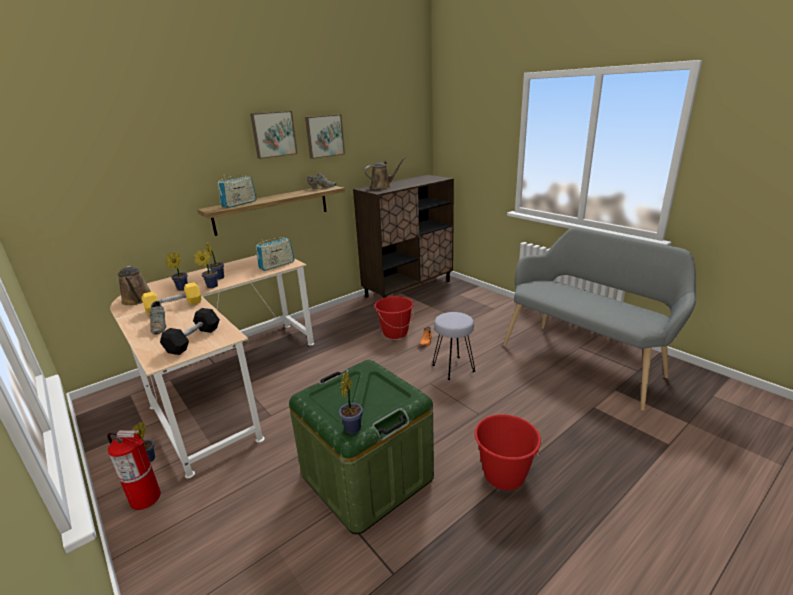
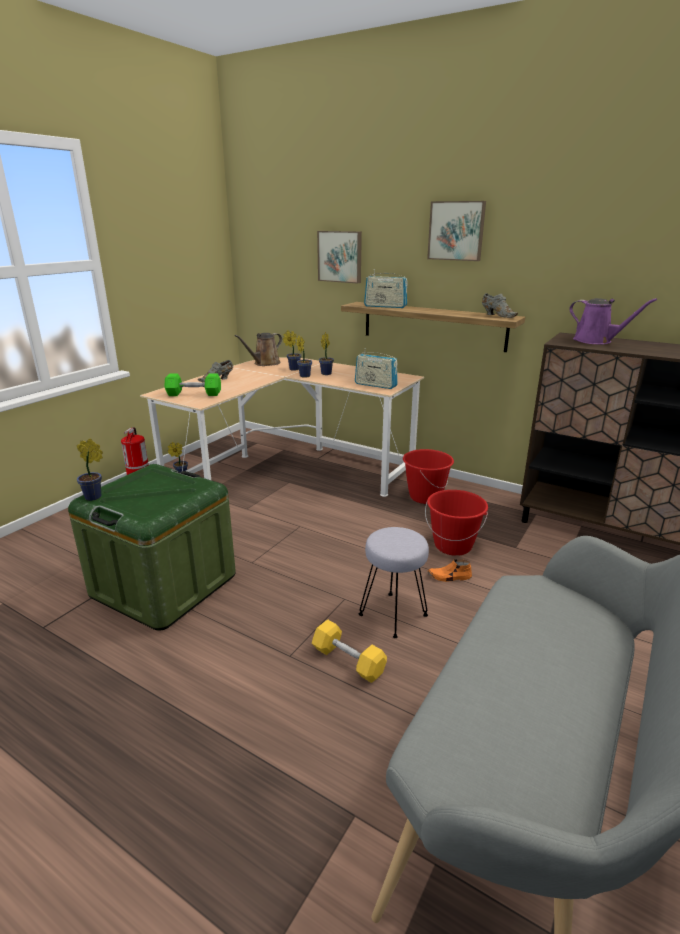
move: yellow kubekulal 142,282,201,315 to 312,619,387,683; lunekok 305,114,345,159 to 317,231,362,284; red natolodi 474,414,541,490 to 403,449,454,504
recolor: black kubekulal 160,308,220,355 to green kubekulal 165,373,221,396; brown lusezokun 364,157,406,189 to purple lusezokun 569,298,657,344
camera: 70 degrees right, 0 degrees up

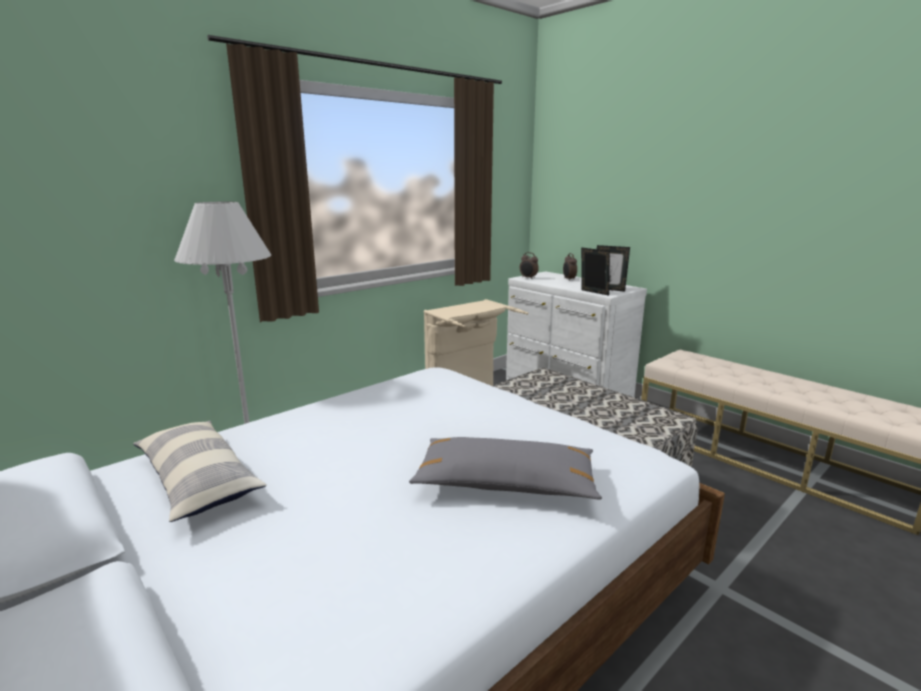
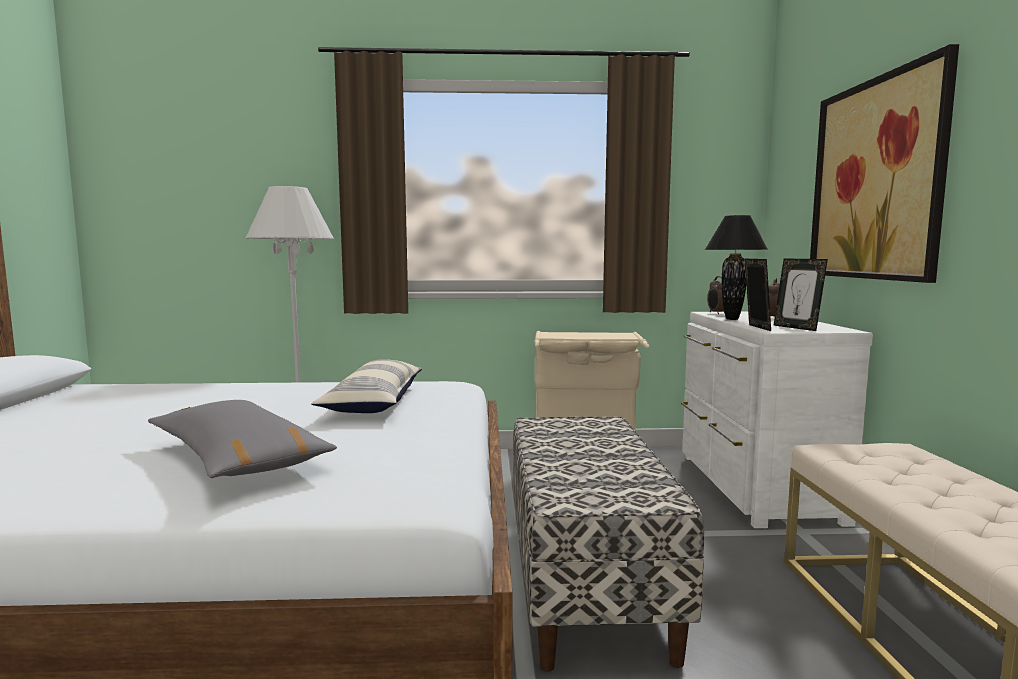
insert: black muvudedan 705,215,768,320; lunekok 810,44,959,283
move: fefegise 133,421,267,522 to 311,359,422,413
camera: 40 degrees right, 10 degrees down

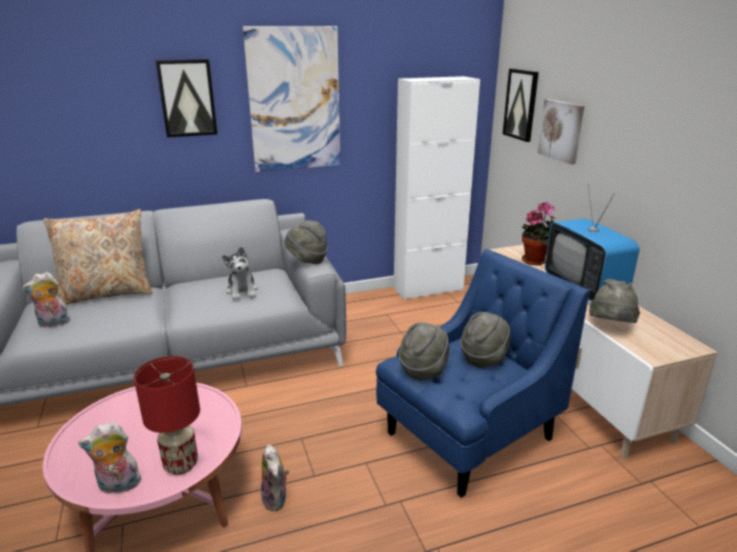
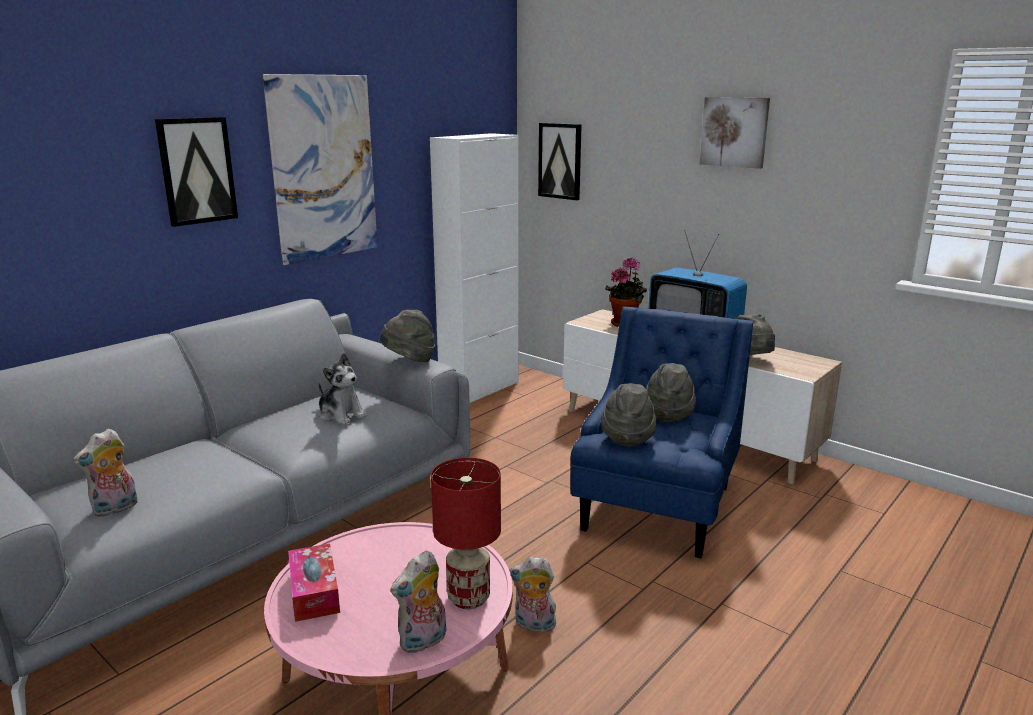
delete: beige fefegise 43,209,153,305
insert: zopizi 288,544,340,622
move: lunekok 538,99,584,165 to 700,97,770,169
rotate: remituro 261,444,289,511 = 509,557,556,633 150 degrees clockwise
camera: 30 degrees left, 5 degrees down

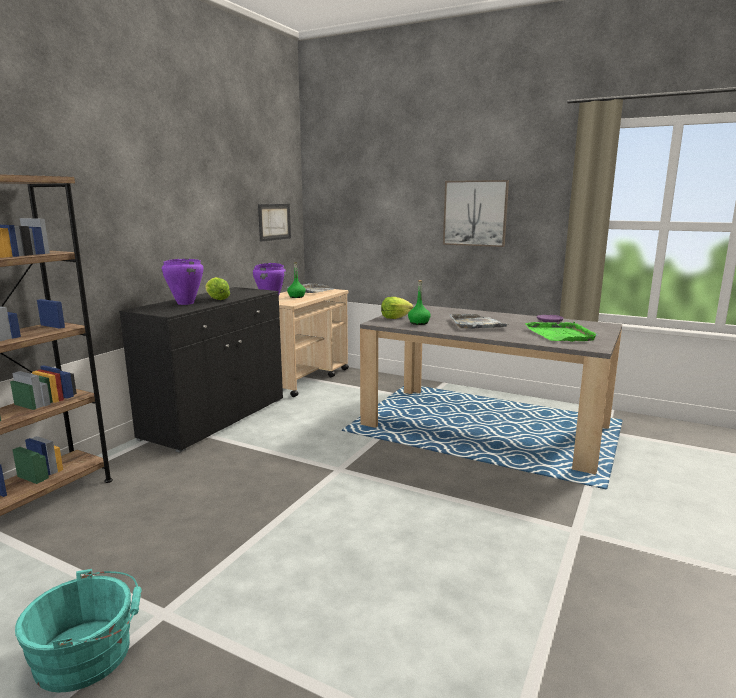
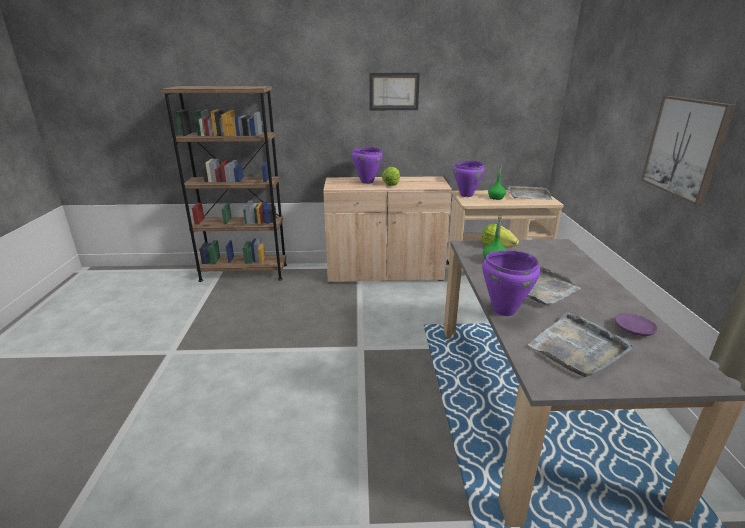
delete: turquoise natolodi 15,569,141,692
insert: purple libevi 482,251,540,316
move: lunekok 258,204,291,242 to 369,73,420,110
recolor: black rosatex 119,287,283,453 to beige rosatex 323,176,452,283; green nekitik 525,322,598,342 to grey nekitik 528,312,633,377
camera: 60 degrees right, 10 degrees up

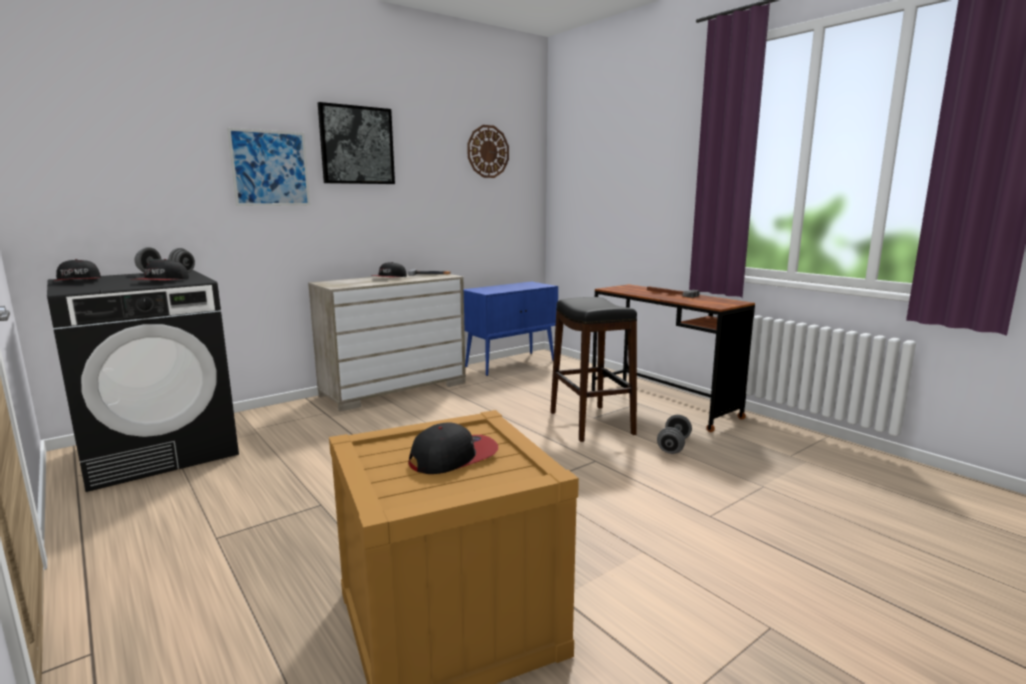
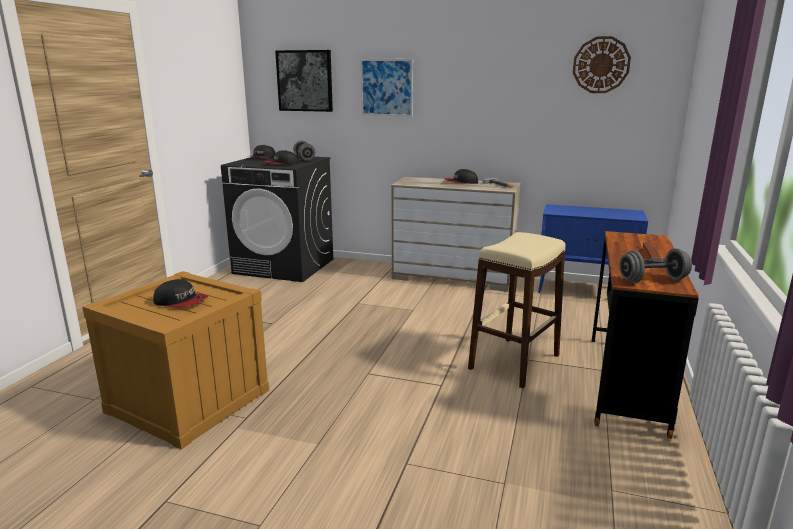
move: lunekok 318,102,395,184 to 275,50,333,112; grey kubekulal 657,415,692,454 to 619,248,692,283
recolor: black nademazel 550,297,637,442 to beige nademazel 468,232,566,388
camera: 55 degrees right, 5 degrees up

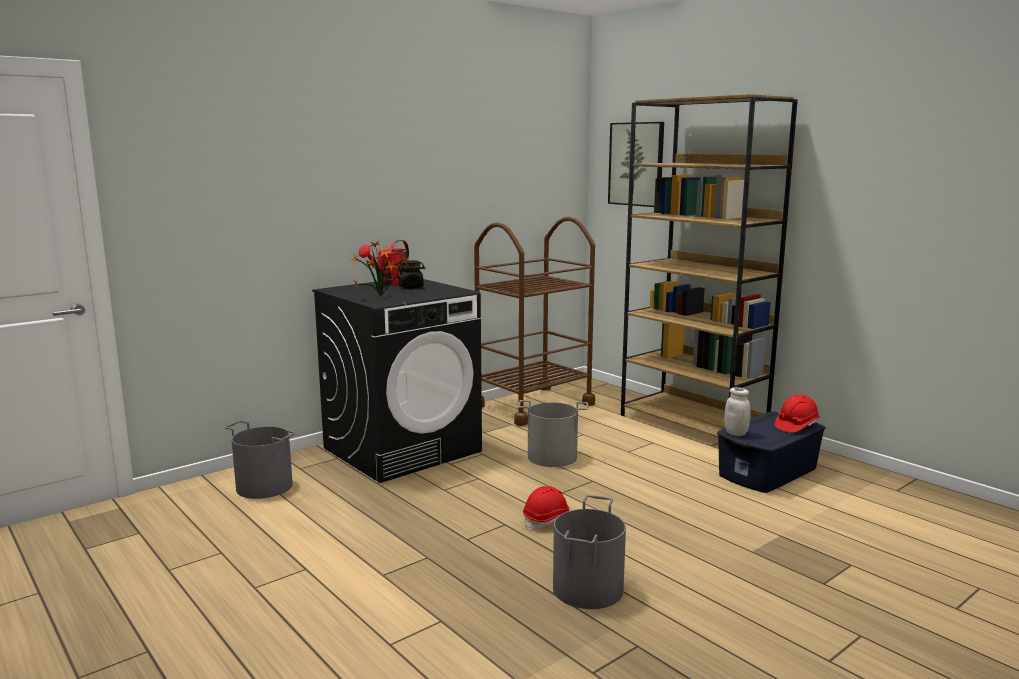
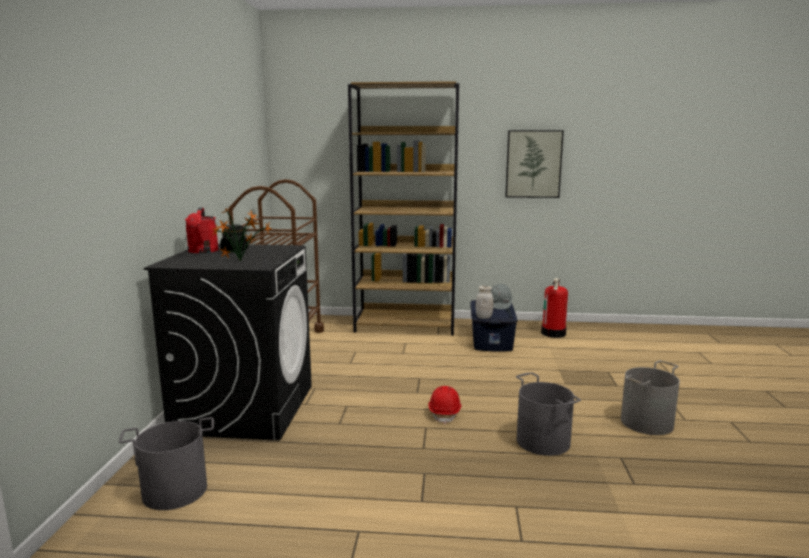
insert: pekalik 541,278,568,338
move: grey natolodi 518,400,589,467 to 621,360,680,435; lunekok 608,122,664,207 to 505,130,564,198
recolor: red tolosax 775,394,820,433 to grey tolosax 491,284,513,309
camera: 45 degrees left, 0 degrees up

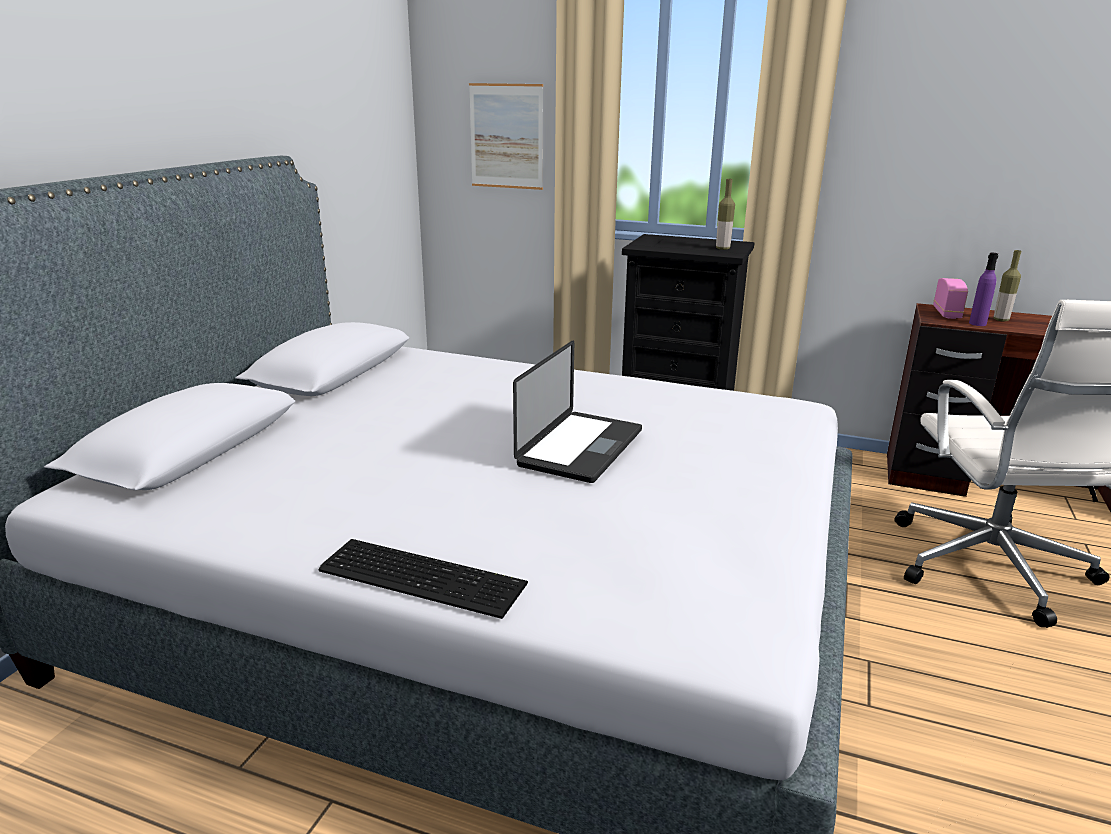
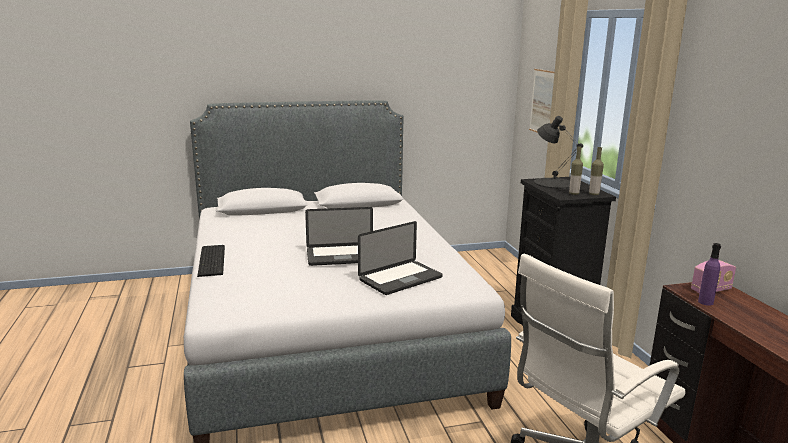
insert: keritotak 358,221,443,295; black muvudedan 534,116,583,189
move: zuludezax 994,250,1021,322 to 589,147,604,195
camera: 55 degrees right, 5 degrees down

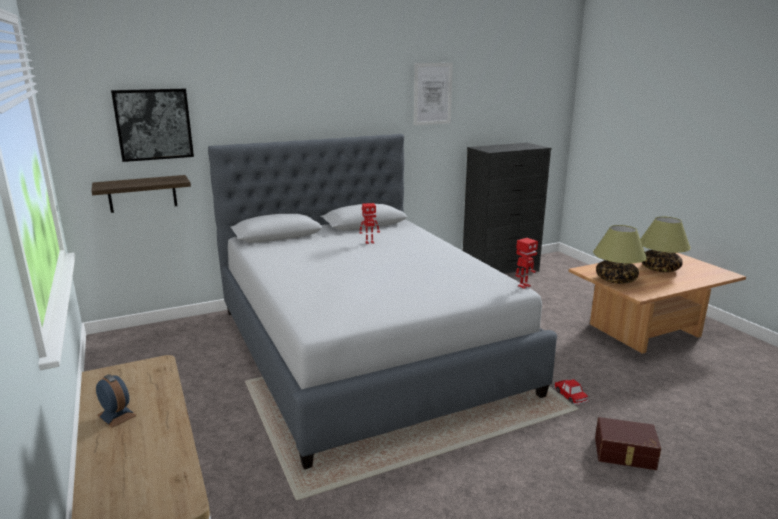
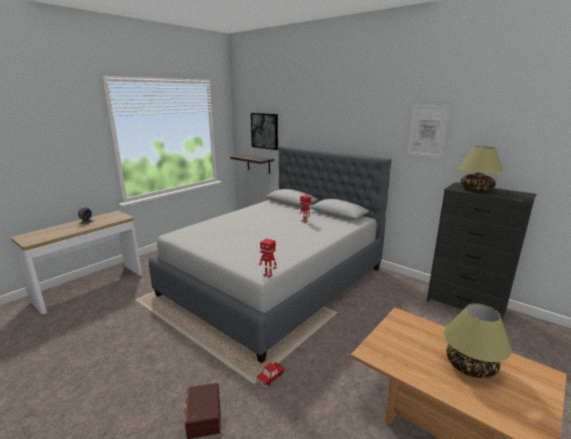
move: muvudedan 593,225,647,284 to 459,146,503,191
camera: 65 degrees right, 0 degrees up

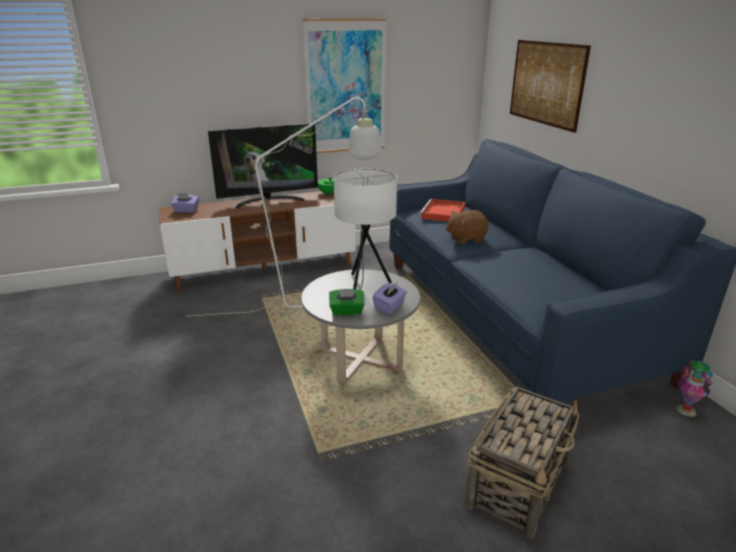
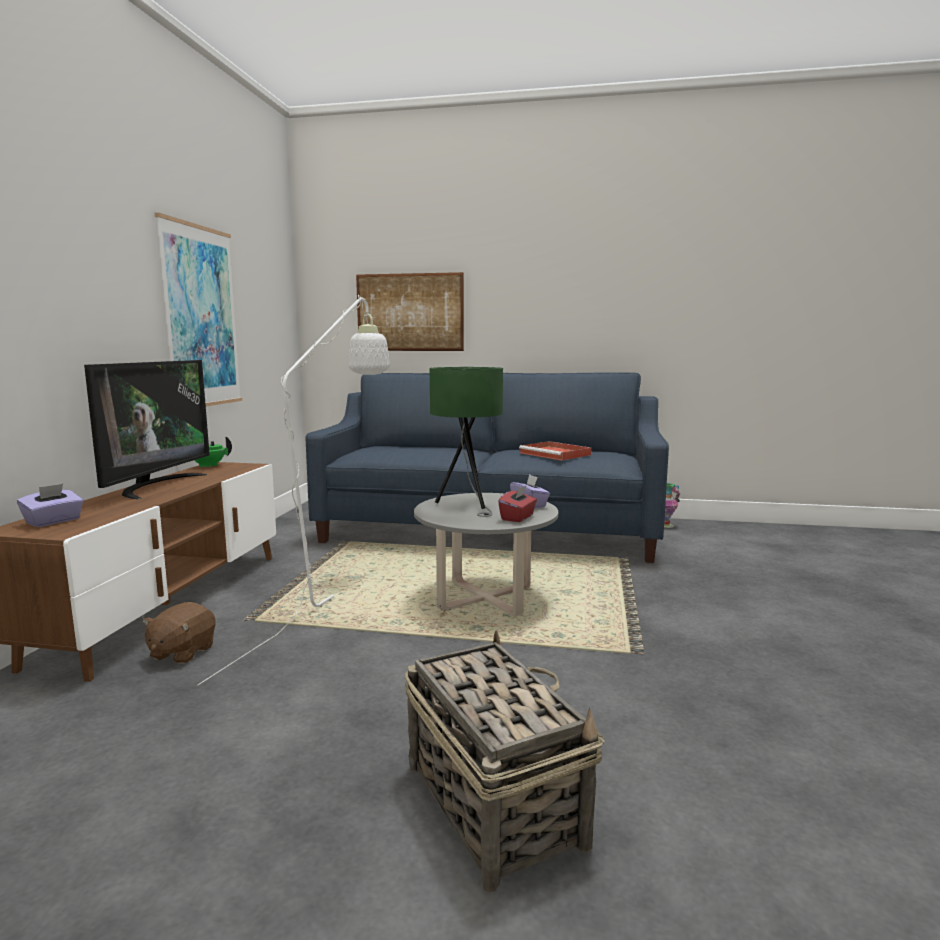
move: red nekitik 419,199,465,222 to 519,441,591,461; brown remituro 445,210,489,244 to 142,602,216,664; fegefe 465,386,580,539 to 405,630,605,893
recolor: green zopizi 329,289,365,316 to red zopizi 498,486,537,522; white muvudedan 334,168,397,290 to green muvudedan 430,367,503,517
camera: 60 degrees left, 15 degrees down

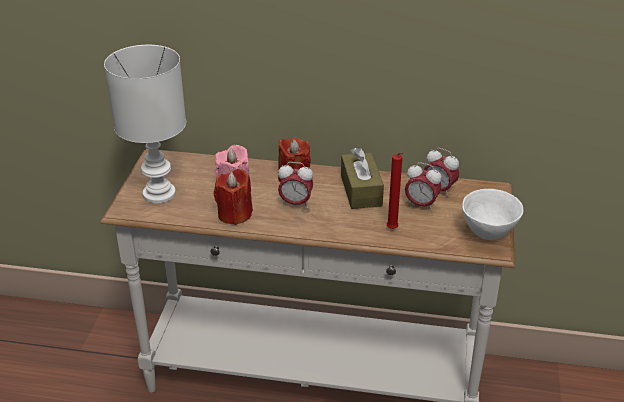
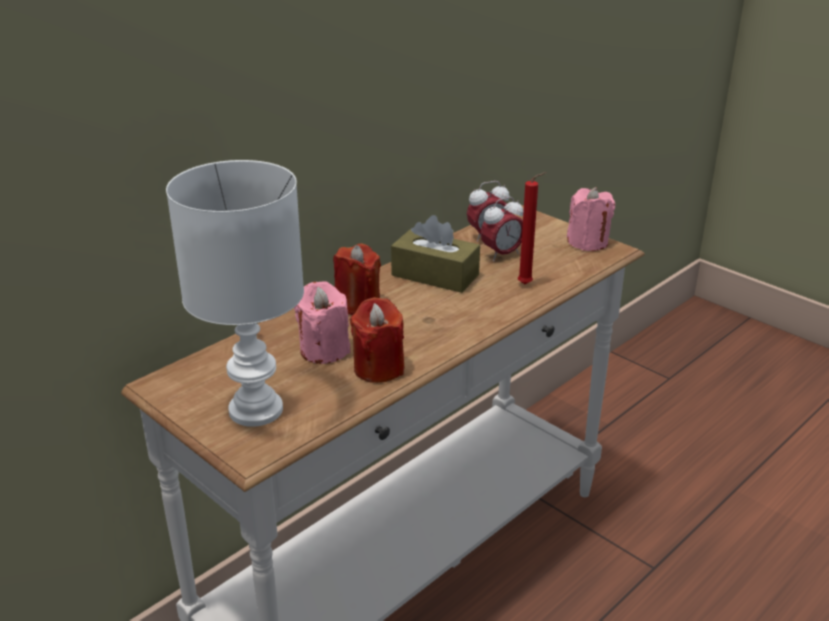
delete: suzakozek 278,162,313,208
replace: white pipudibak 462,189,523,240 to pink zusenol 567,187,615,251
camera: 55 degrees left, 5 degrees down

